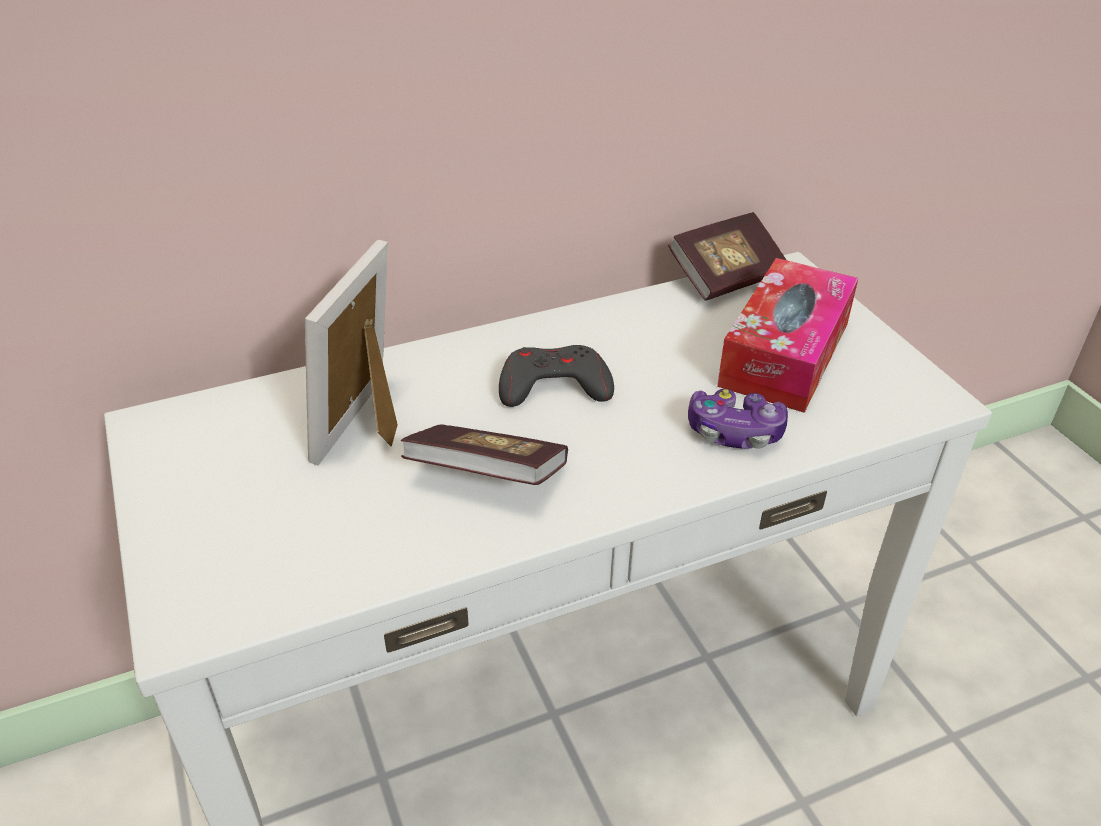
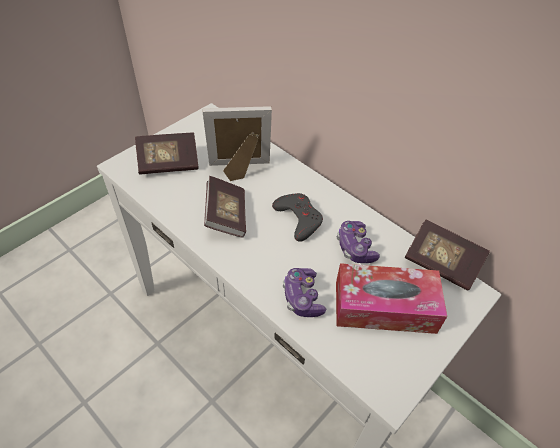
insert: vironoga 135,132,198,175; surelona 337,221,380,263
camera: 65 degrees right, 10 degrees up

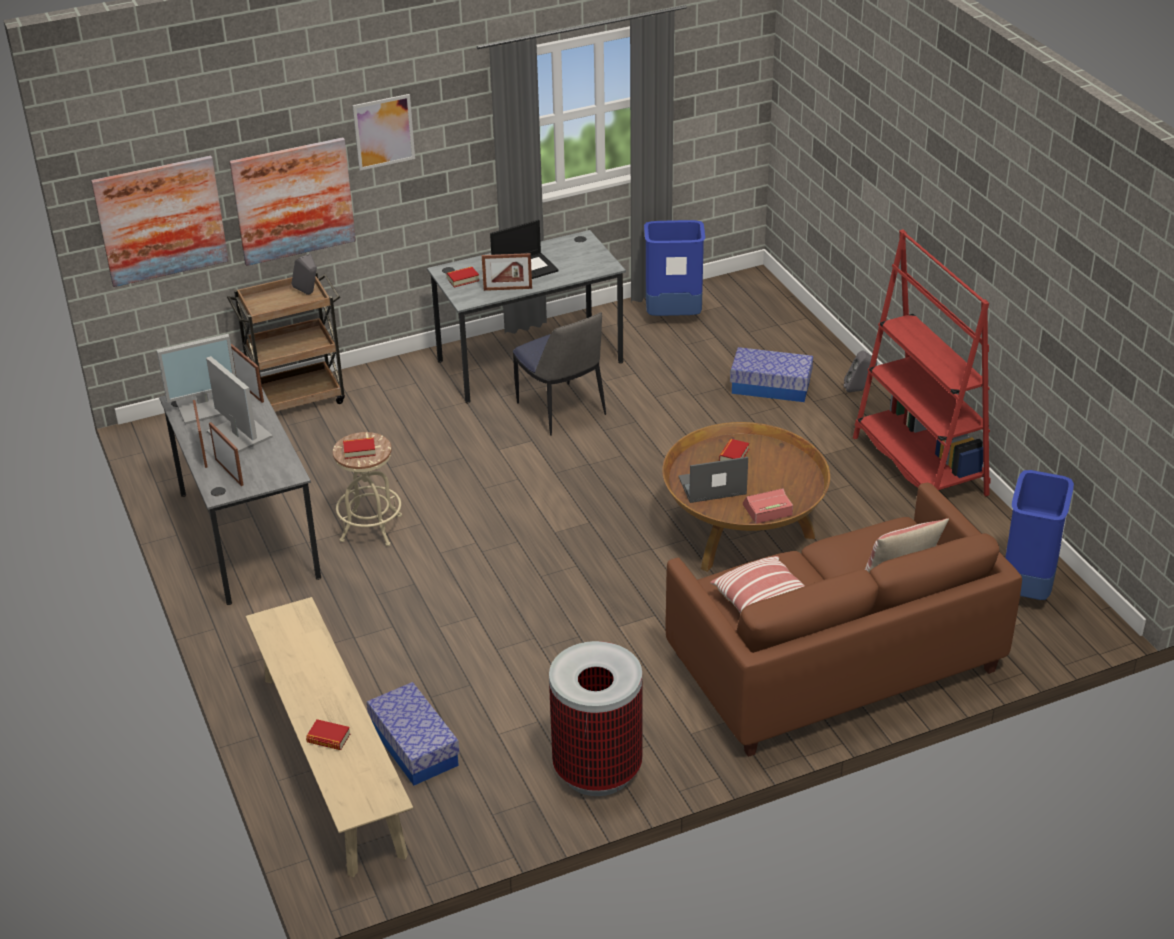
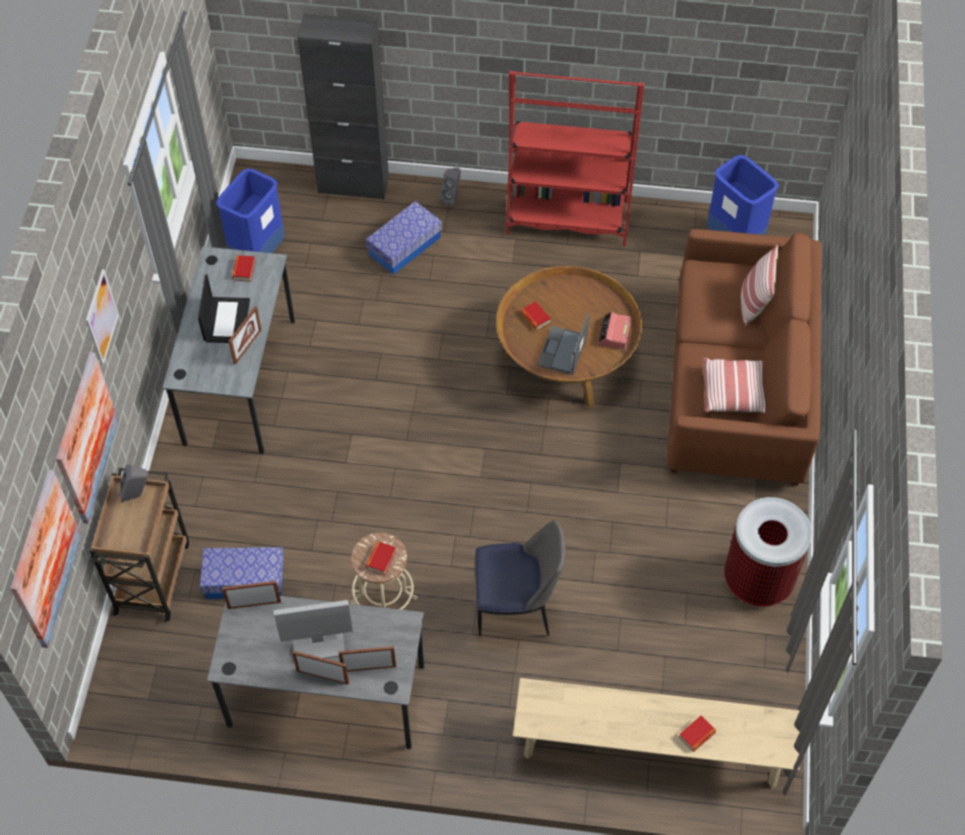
delete: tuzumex 157,334,236,425
insert: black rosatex 297,14,389,200
move: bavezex 367,682,460,785 to 200,547,284,599; vironoga 446,267,479,288 to 232,255,255,282; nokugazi 513,313,606,436 to 475,520,565,637
camera: 60 degrees left, 20 degrees up

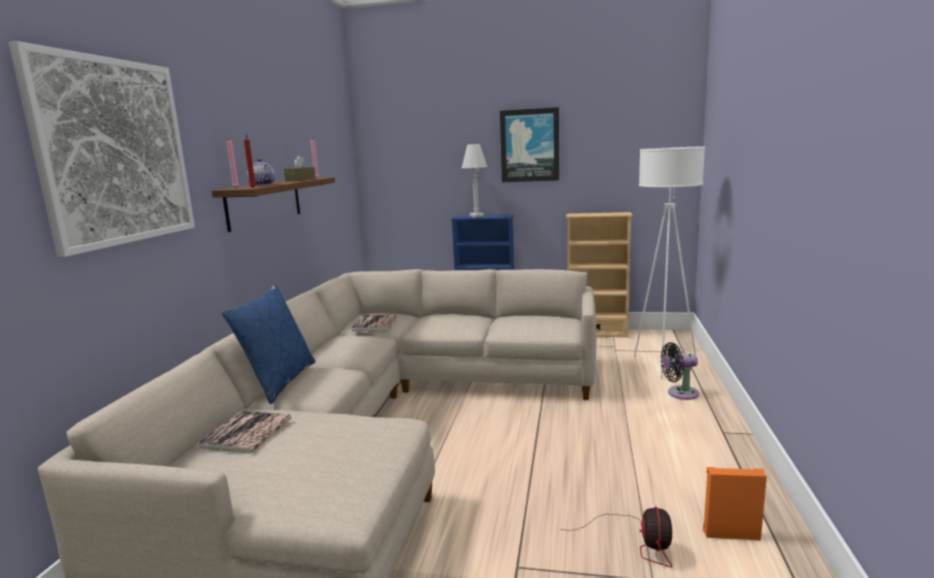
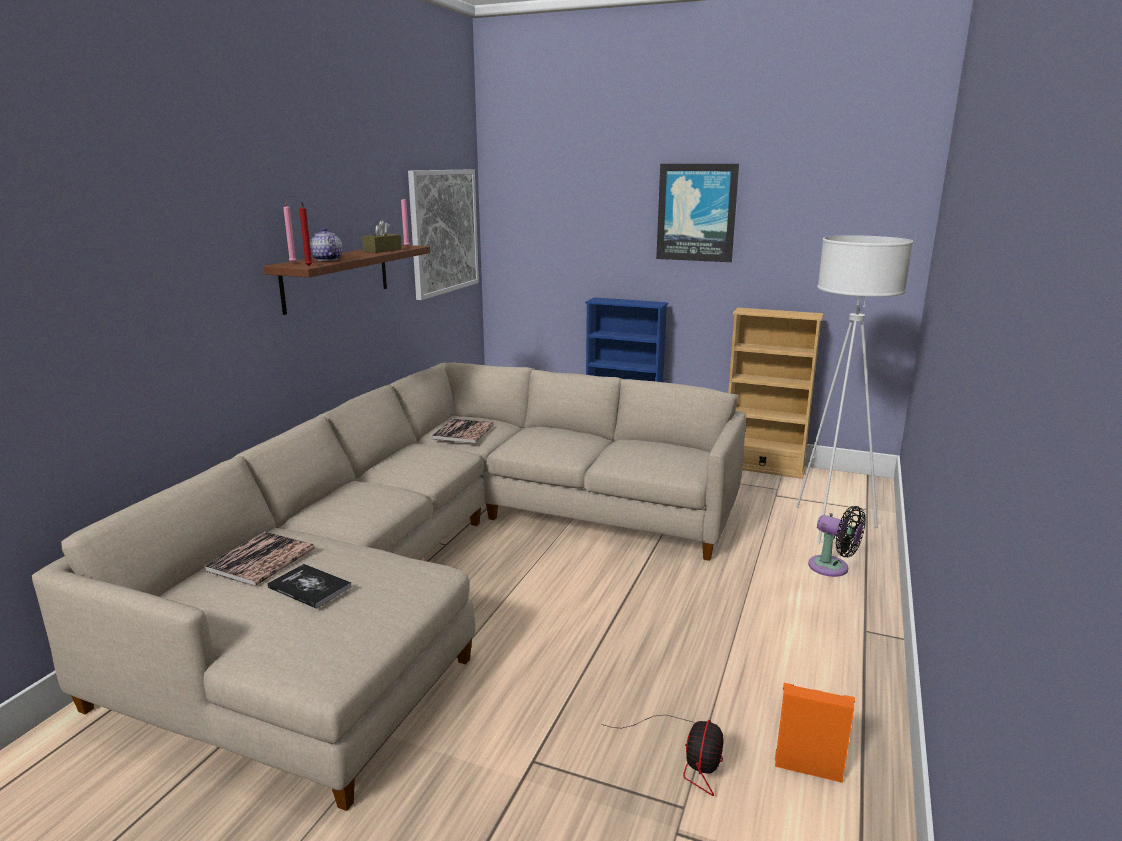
delete: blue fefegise 222,284,316,404; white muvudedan 462,144,488,217
insert: vironoga 267,564,352,609
move: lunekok 9,41,195,257 to 408,170,479,300
rotate: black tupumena 661,342,699,400 = 808,506,866,577 150 degrees counterclockwise
camera: 10 degrees right, 5 degrees up

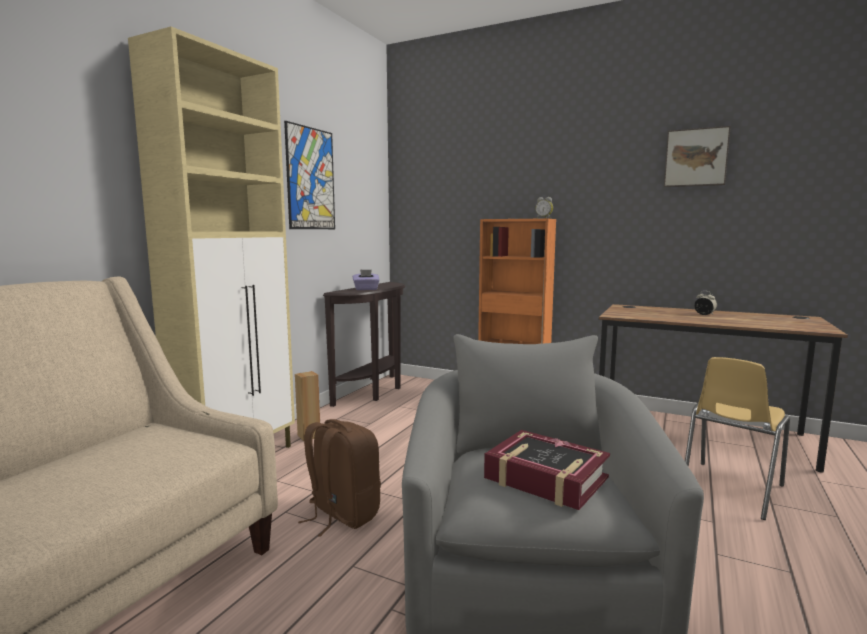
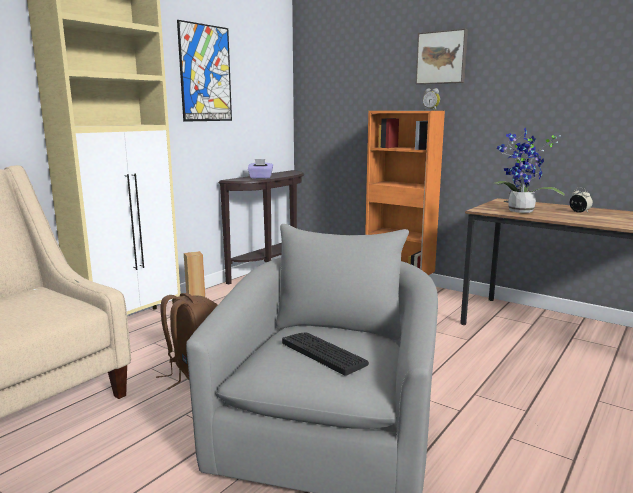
delete: yellow nokugazi 685,357,790,520
insert: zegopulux 494,128,565,213
move: lunekok 664,126,731,187 to 416,29,468,84
replace: vironoga 484,430,610,510 to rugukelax 282,333,369,376
camera: 10 degrees right, 5 degrees up

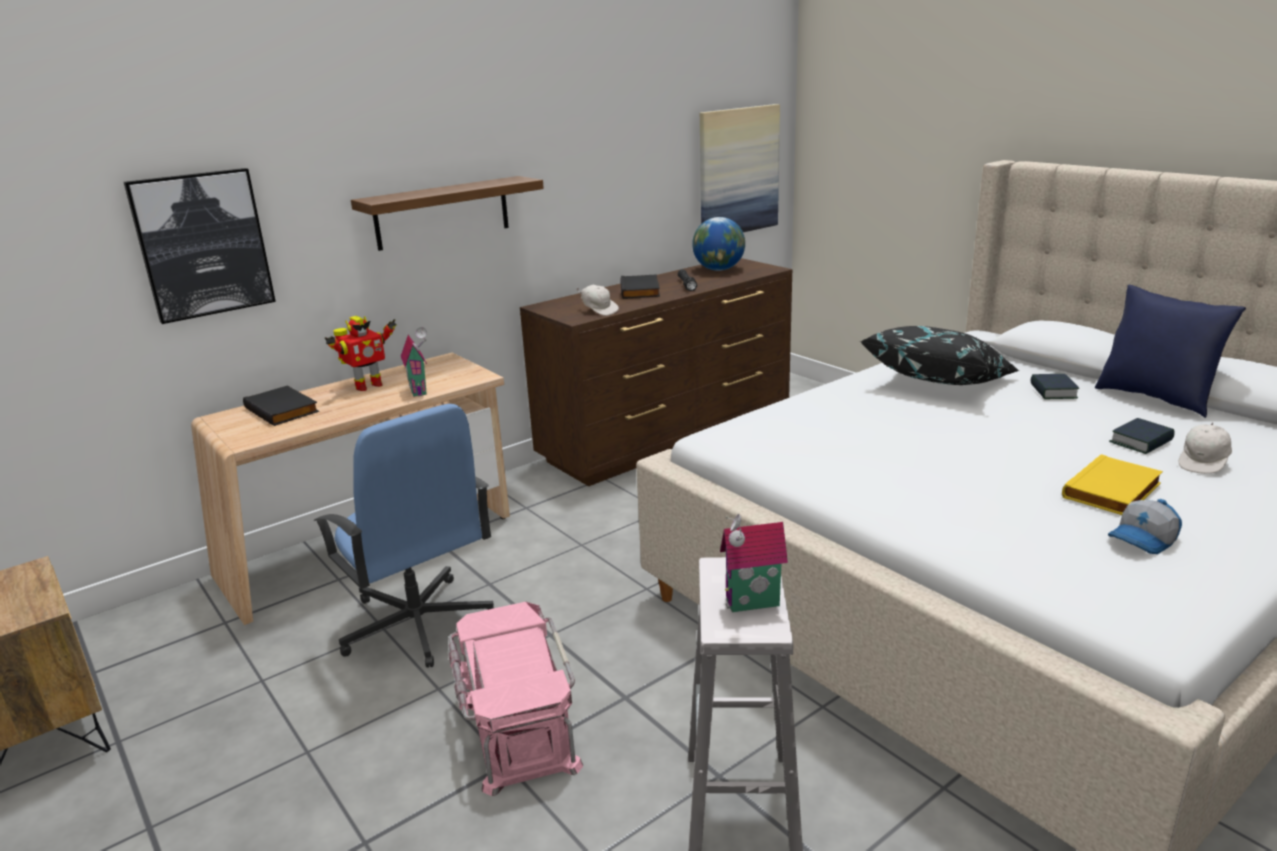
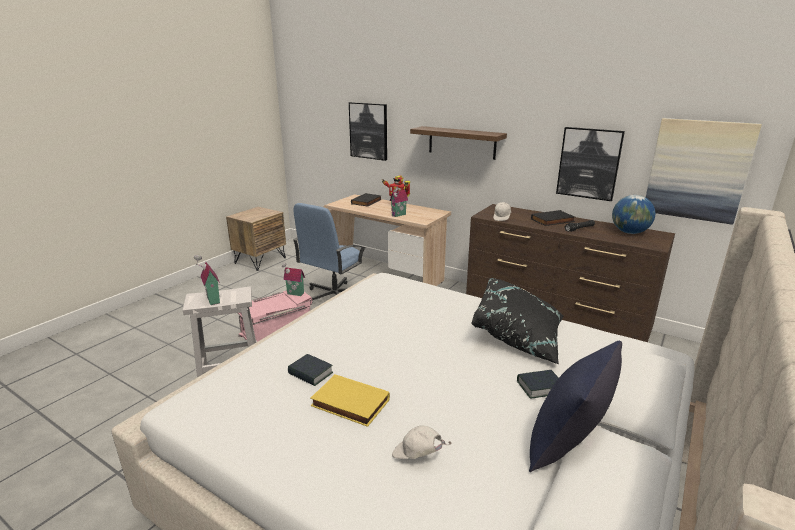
delete: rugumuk 1108,499,1182,554
insert: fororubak 282,263,305,296; lunekok 556,127,625,201
move: vironoga 1109,418,1175,454 to 288,354,333,386
camera: 70 degrees right, 0 degrees up

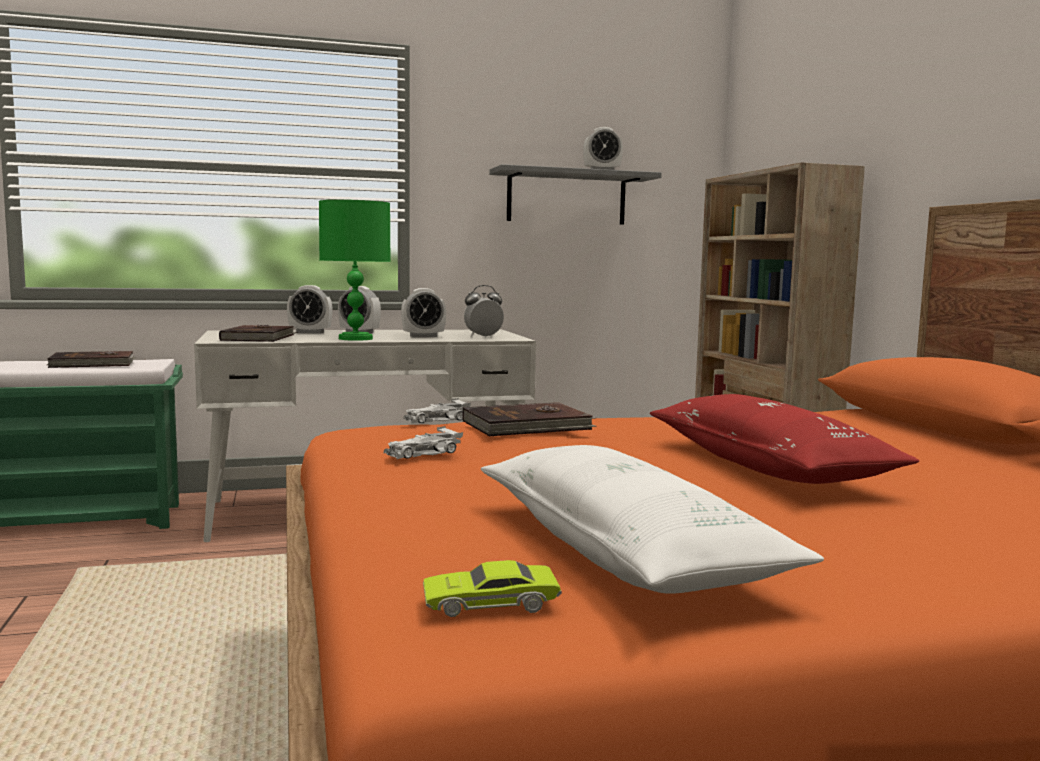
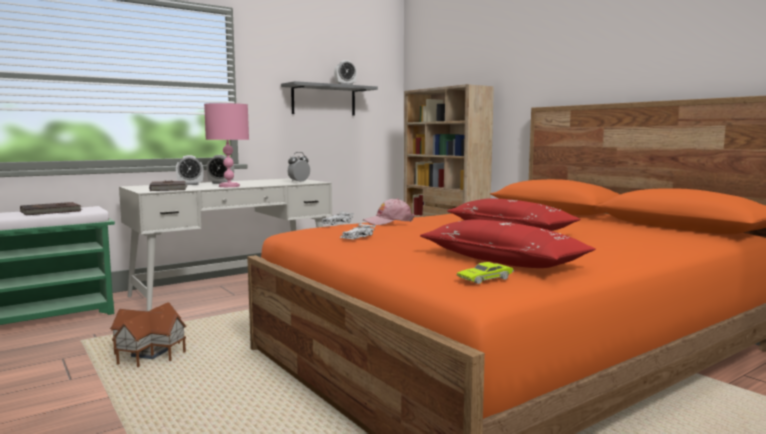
delete: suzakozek 401,288,446,337
insert: fororubak 110,302,187,367
replace: brown vironoga 462,402,597,436 to pink rugumuk 363,198,415,225
recolor: green muvudedan 319,200,391,341 to pink muvudedan 204,103,249,187; white fefegise 481,445,824,594 to red fefegise 420,219,596,268
camera: 20 degrees left, 0 degrees up

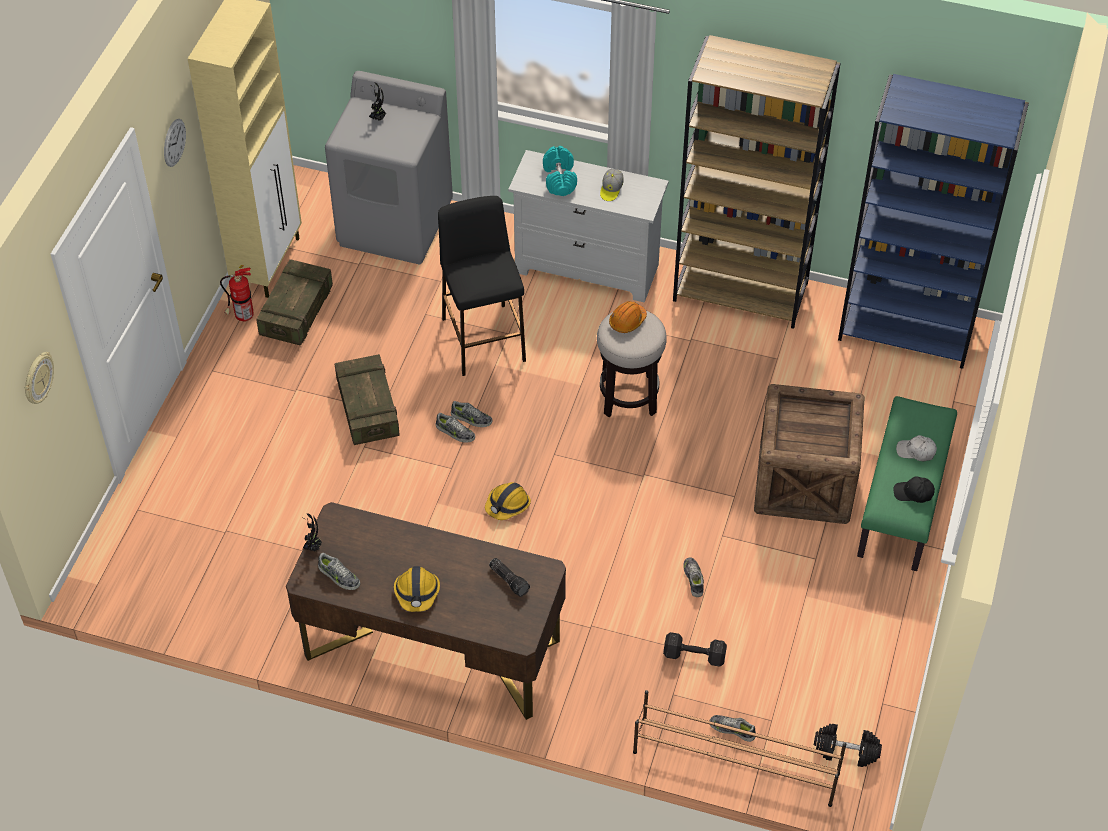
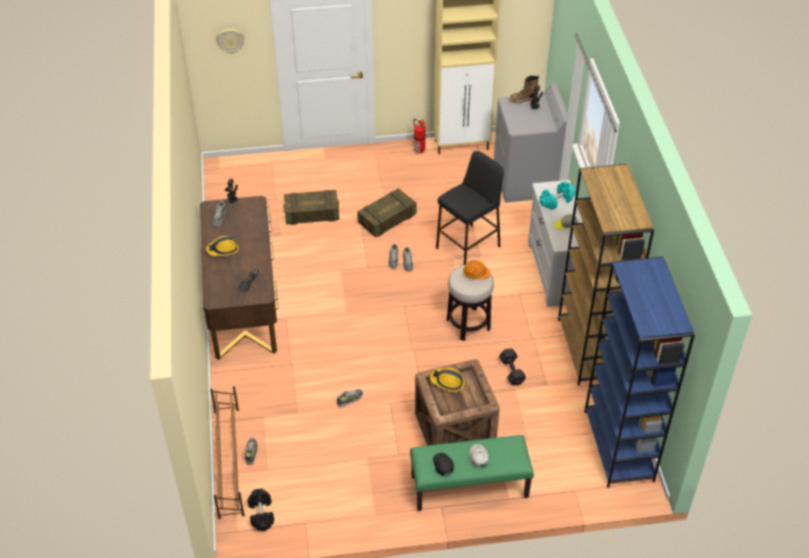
delete: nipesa 164,119,186,167
insert: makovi 510,75,539,104
move: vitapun 256,259,333,346 to 283,190,339,225; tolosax 485,482,531,520 to 430,367,464,392; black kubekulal 663,632,727,667 to 499,348,526,386
camera: 65 degrees right, 5 degrees down

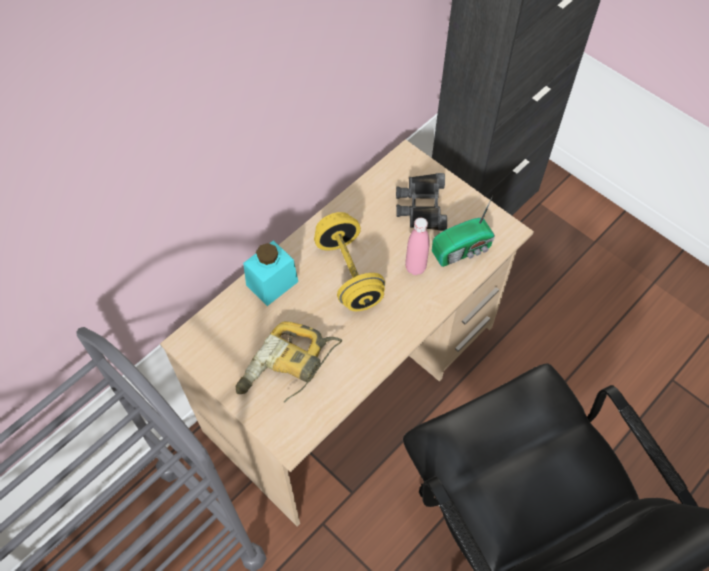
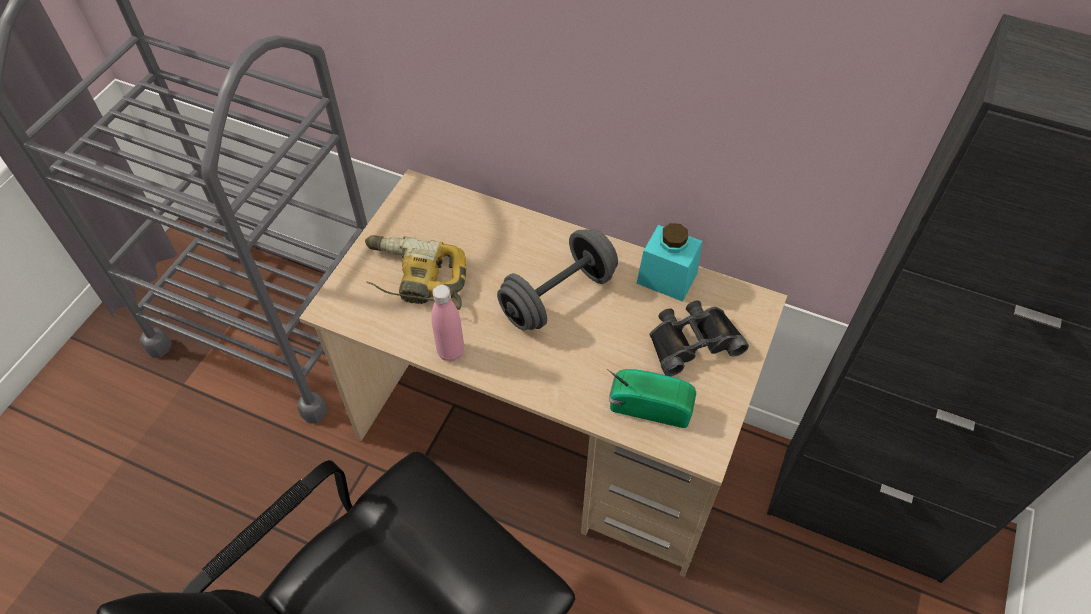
move: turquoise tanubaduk 243,240,298,306 to 636,223,702,302; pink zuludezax 405,218,430,275 to 431,285,464,362
recolor: yellow kubekulal 314,212,385,311 to grey kubekulal 497,229,618,331
rotate: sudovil 432,195,495,267 = 607,369,696,428 150 degrees clockwise
camera: 70 degrees right, 5 degrees down

